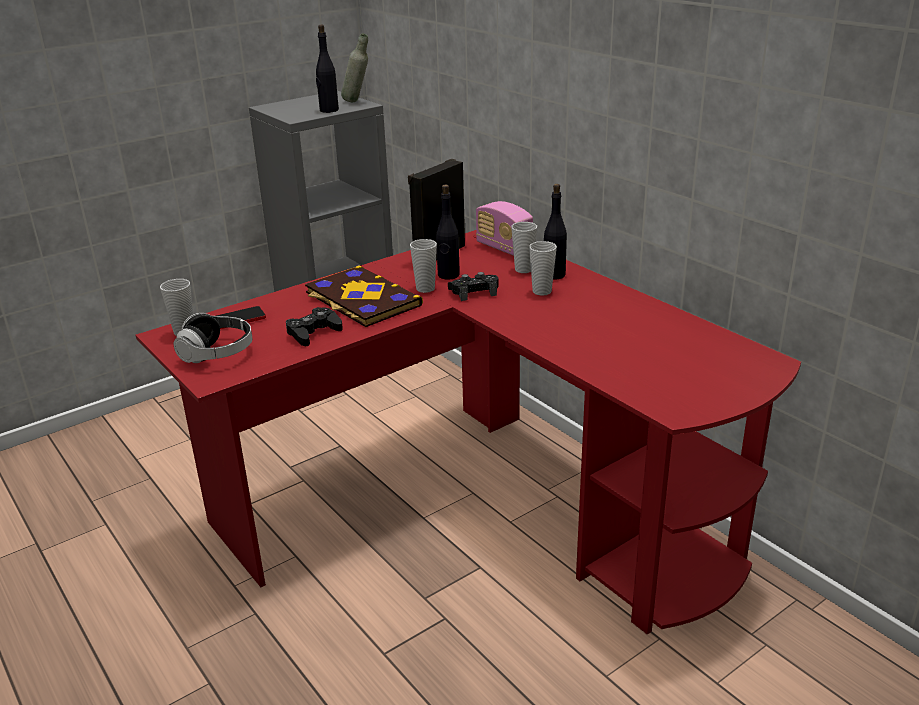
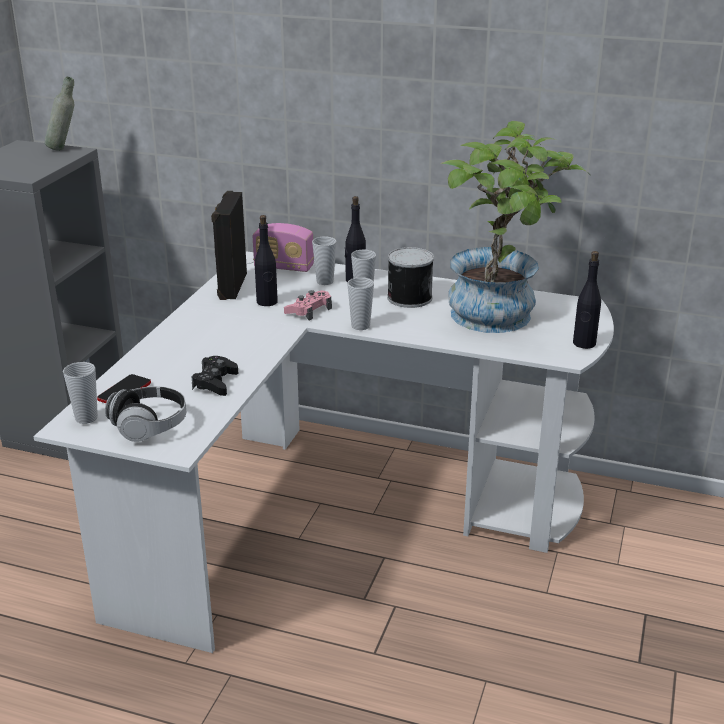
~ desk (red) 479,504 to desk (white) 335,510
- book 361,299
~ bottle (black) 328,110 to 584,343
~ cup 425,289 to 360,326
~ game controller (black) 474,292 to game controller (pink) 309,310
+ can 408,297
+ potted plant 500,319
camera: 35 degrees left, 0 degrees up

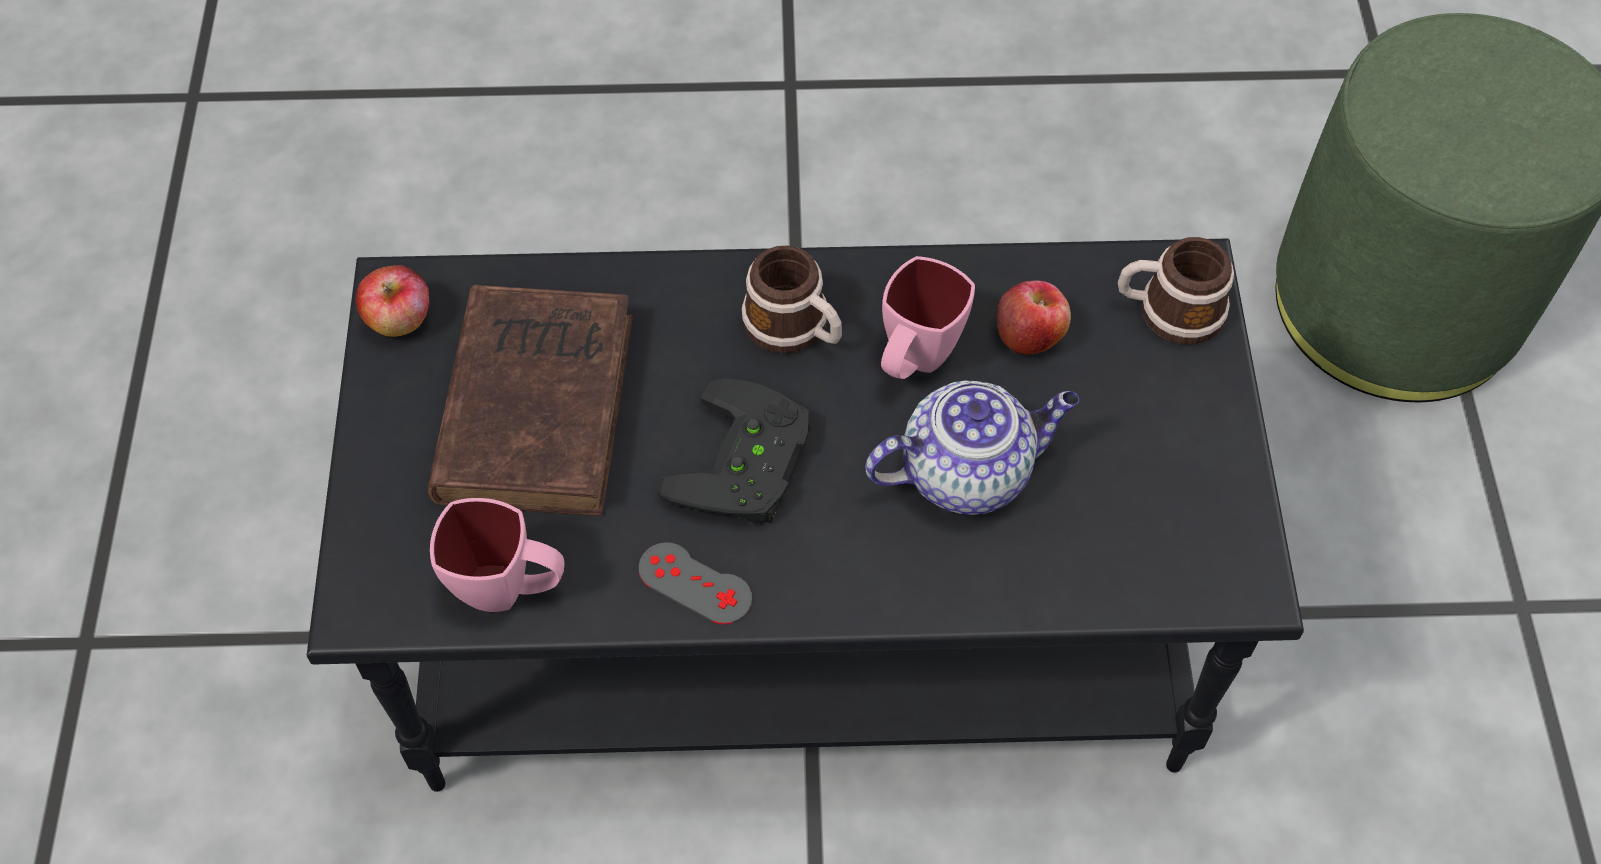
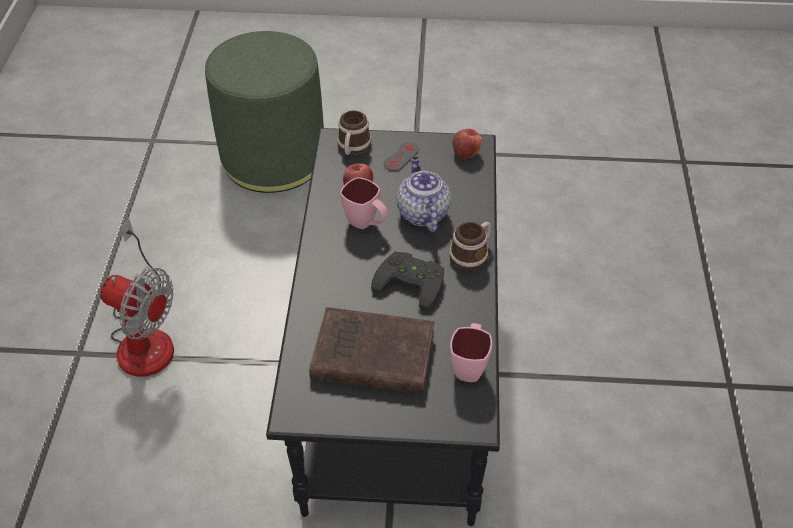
~ apple 400,320 to 466,152
~ game controller (grey) 695,583 to 401,157
~ mug 795,328 to 472,254
+ fan 145,336
camera: 85 degrees left, 10 degrees down

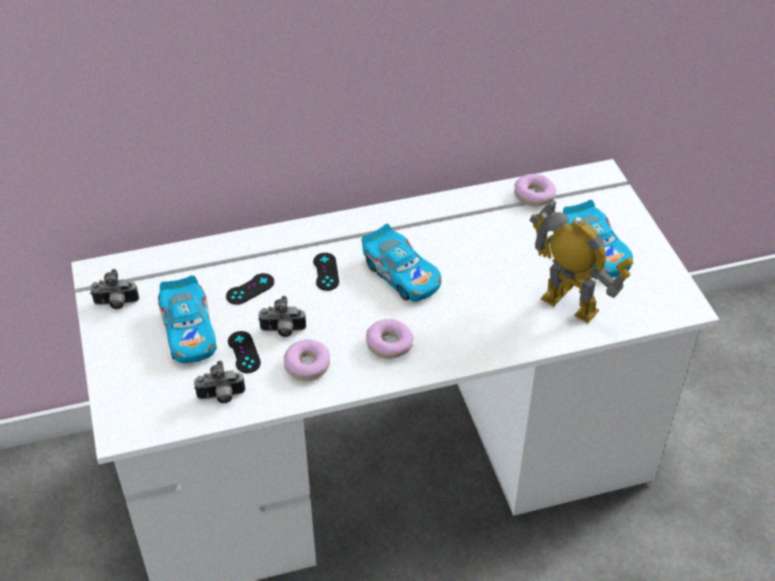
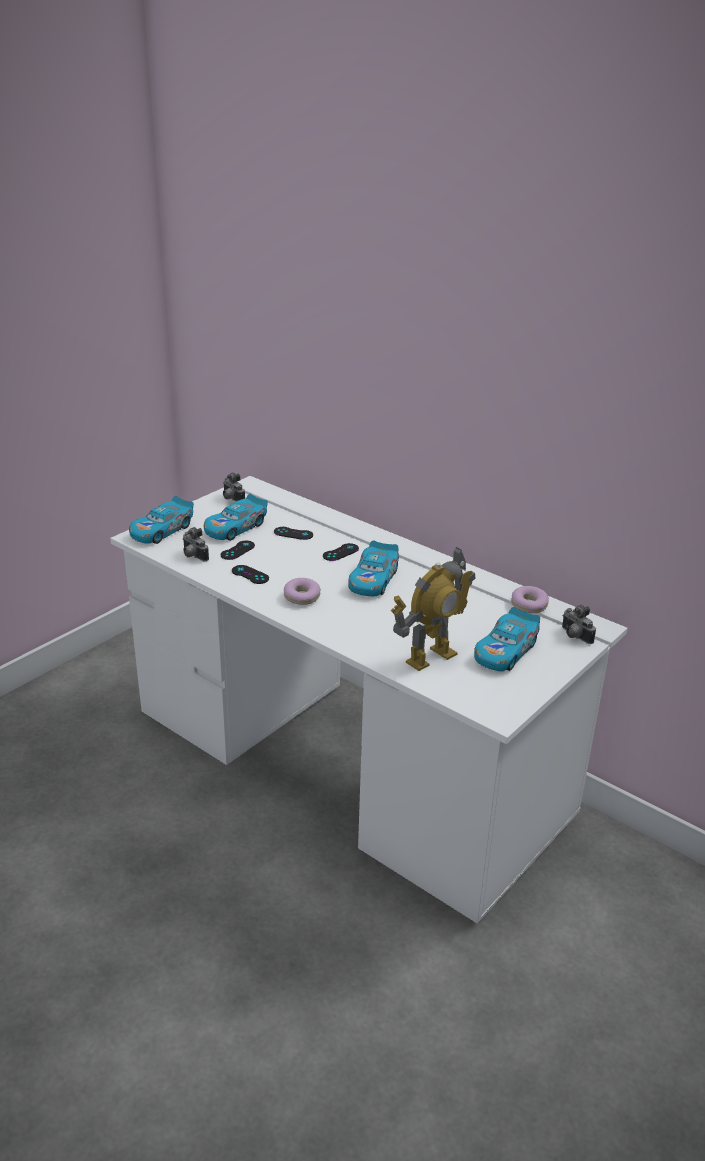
~ photo camera 283,331 to 574,636
~ donut 307,365 to game controller (black) 250,575
~ toy robot 569,304 = 430,657 45 degrees clockwise
+ toy car 161,530
camera: 55 degrees right, 15 degrees down

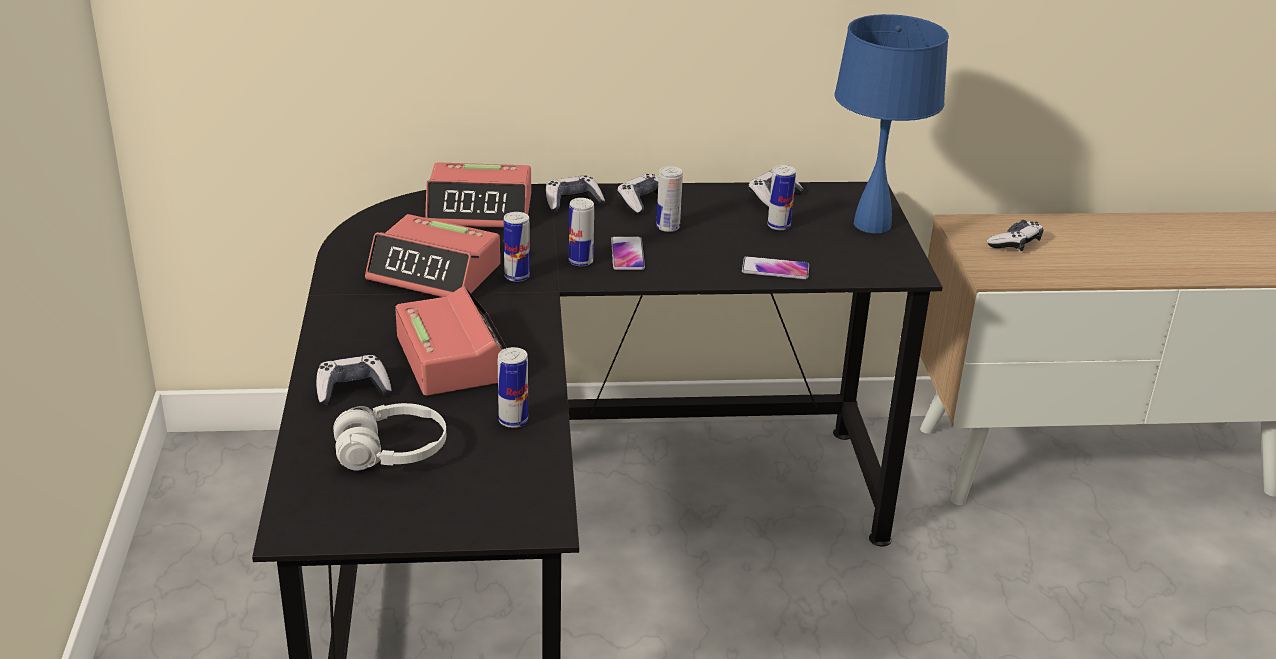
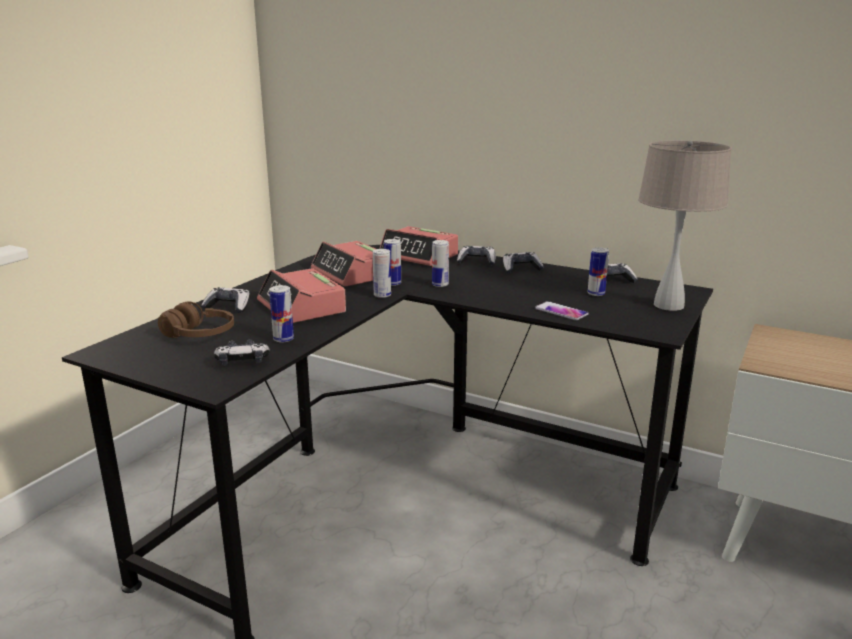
~ headphones (white) 391,452 to headphones (brown) 199,335
~ alarm clock 456,358 = 302,307 135 degrees clockwise
- phone 627,254
~ can 668,227 to 382,295
~ table lamp (blue) 871,224 to table lamp (beige) 668,305
~ game controller 1015,244 to 242,361
camera: 35 degrees right, 10 degrees down

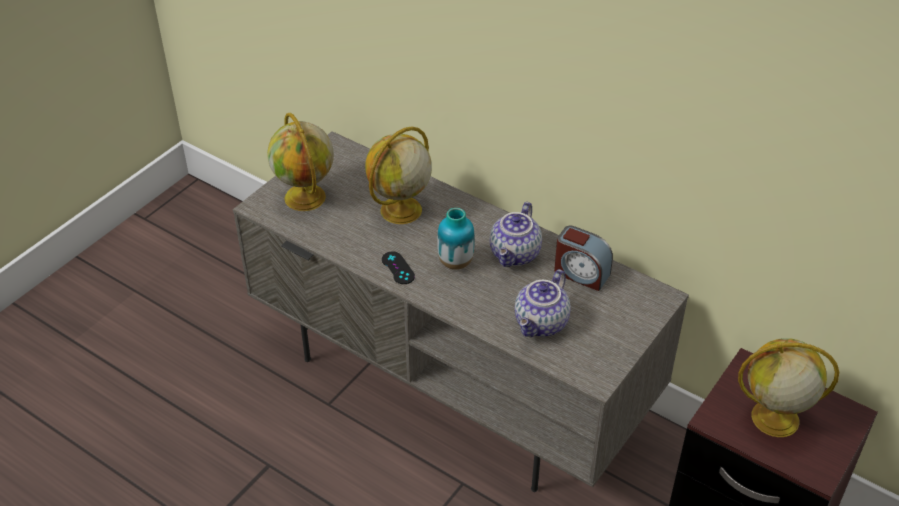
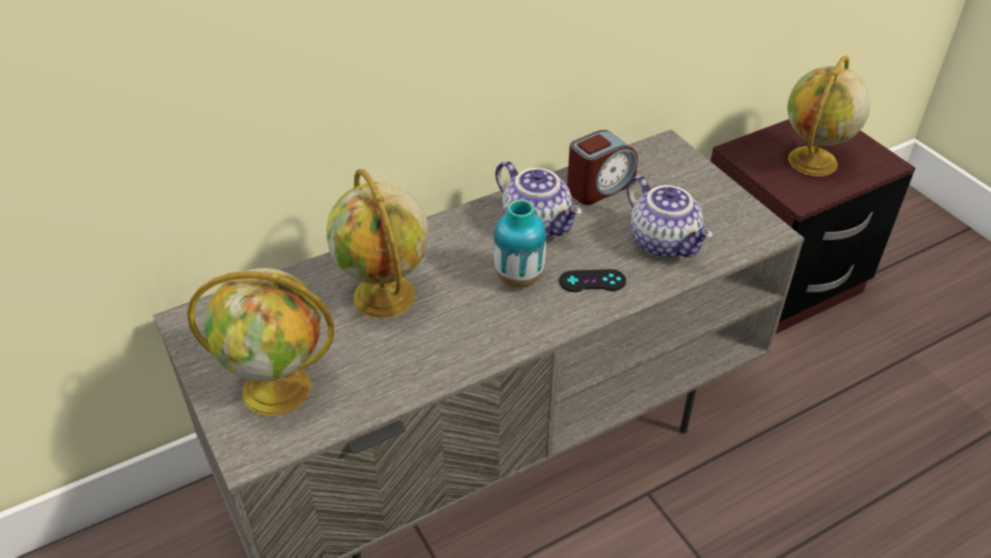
~ game controller (black) 398,268 to 592,281
camera: 65 degrees left, 0 degrees up

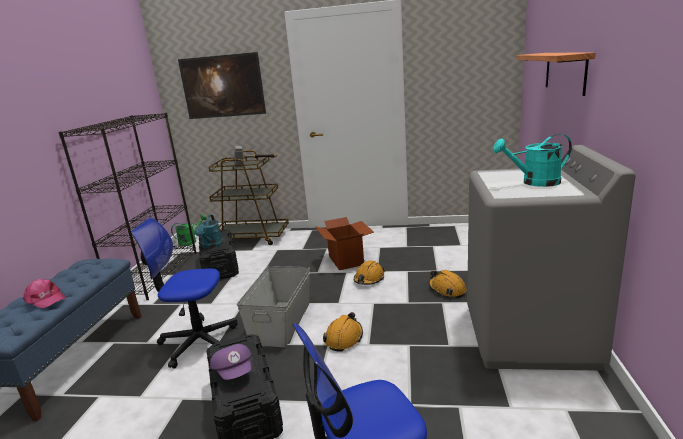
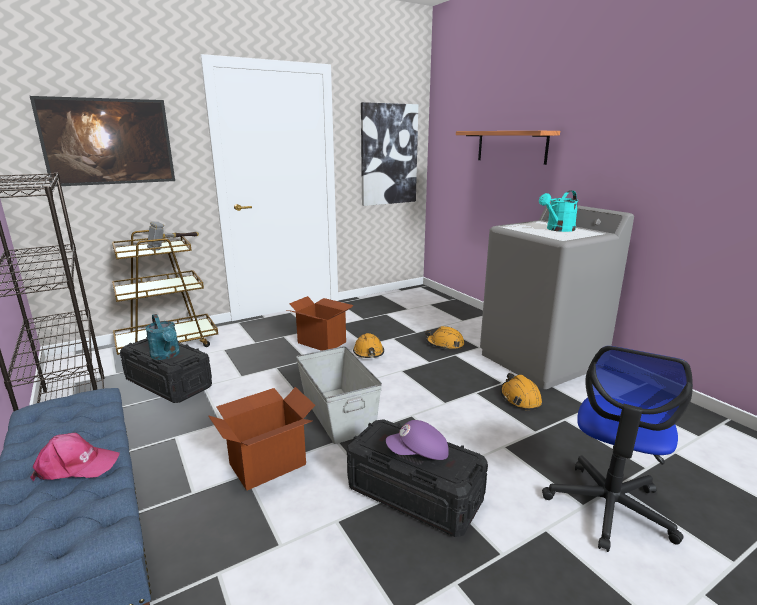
~ office chair 198,341 to cardboard box 267,464
- watering can (green) 190,241
~ cap (purple) 234,371 = 418,454 150 degrees clockwise
~ hard hat (orange) 344,338 to 520,398
+ picture 388,155
camera: 40 degrees left, 0 degrees up

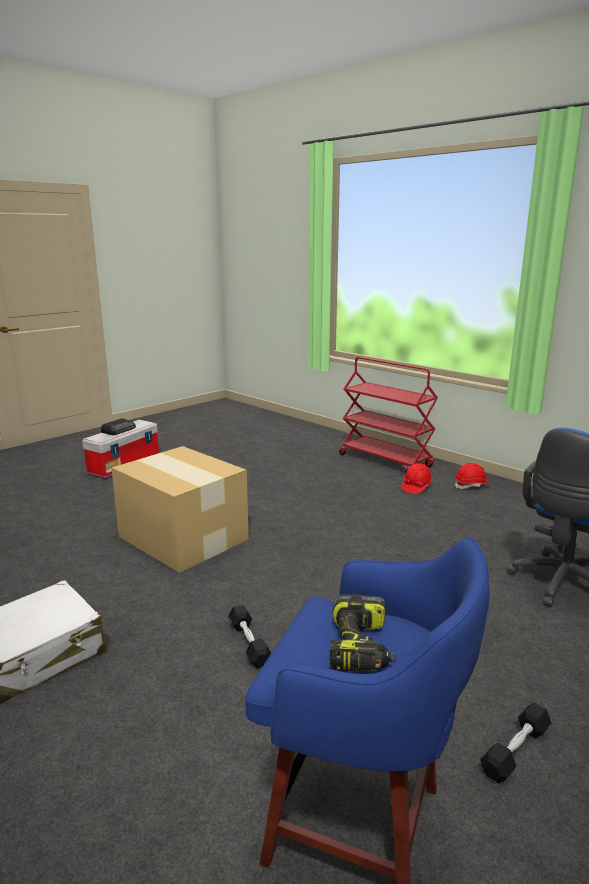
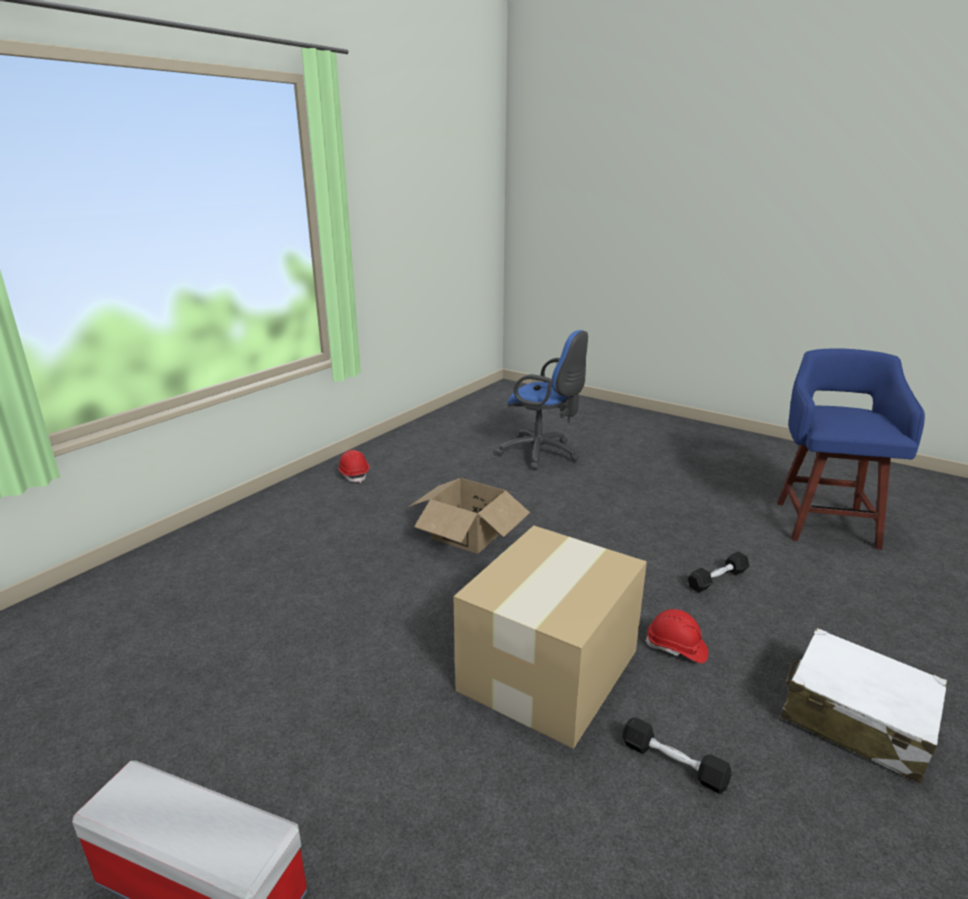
- radio 119,430
- power drill 361,648
- cart (red) 386,460
~ hard hat (red) 416,487 to 676,648
~ dumbbell (black) 515,750 to 673,763
+ cardboard box 468,533
camera: 100 degrees left, 5 degrees up

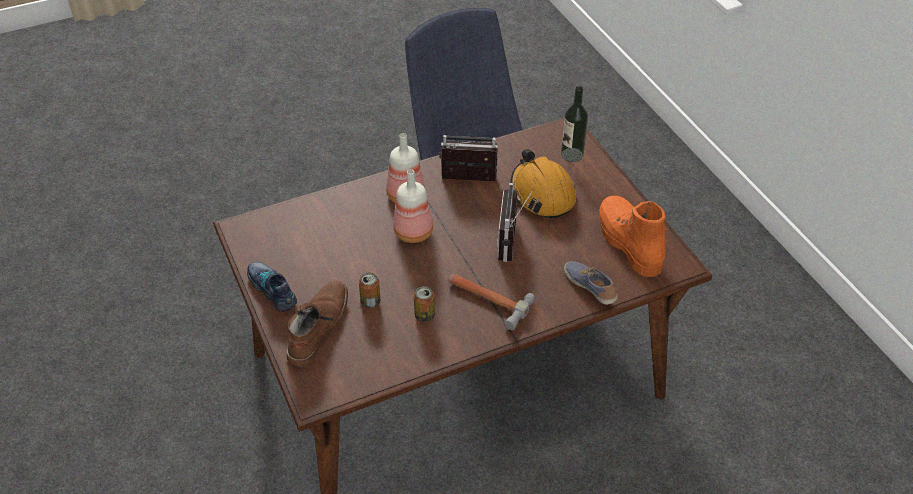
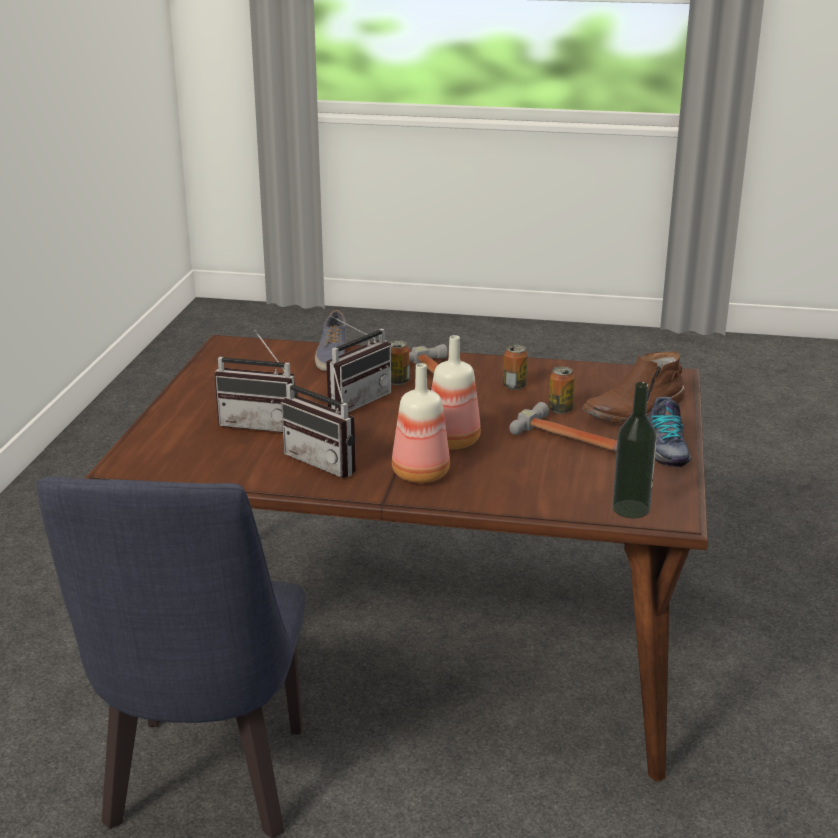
~ hard hat (orange) 542,193 to radio 262,424
~ bottle 572,154 to 631,509
- boot (orange) 628,243
+ can 397,381
+ hammer 570,439
camera: 145 degrees left, 20 degrees down

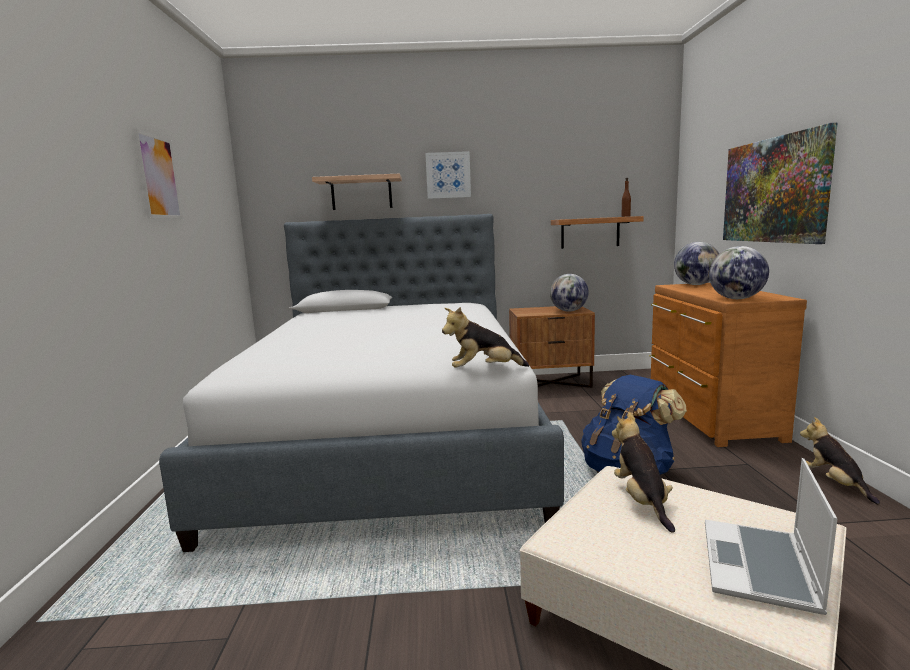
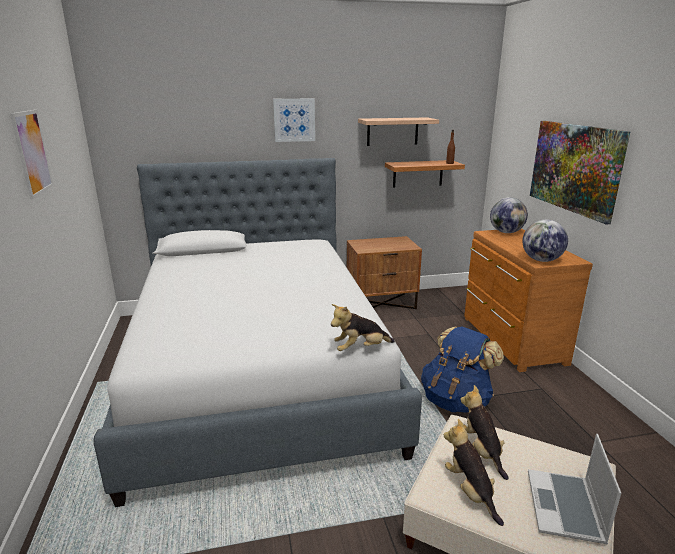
~ shelf 361,193 to 392,131
- globe 569,311
~ plush toy 835,483 to 470,491
camera: 10 degrees left, 10 degrees up

